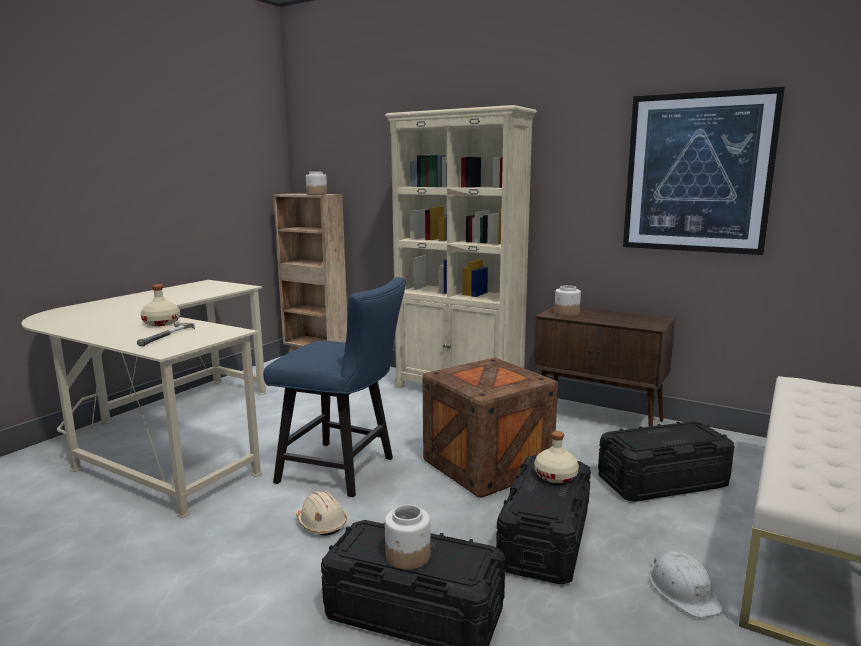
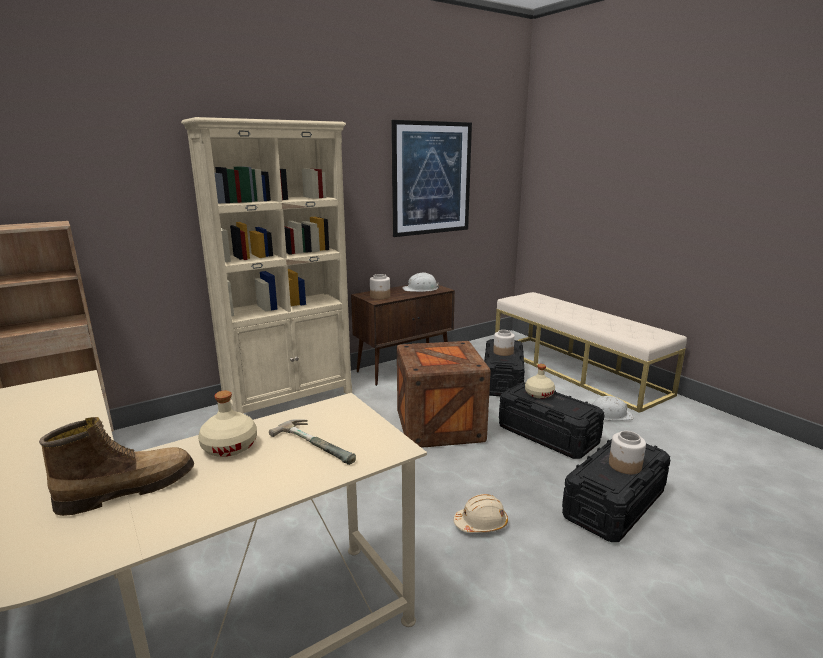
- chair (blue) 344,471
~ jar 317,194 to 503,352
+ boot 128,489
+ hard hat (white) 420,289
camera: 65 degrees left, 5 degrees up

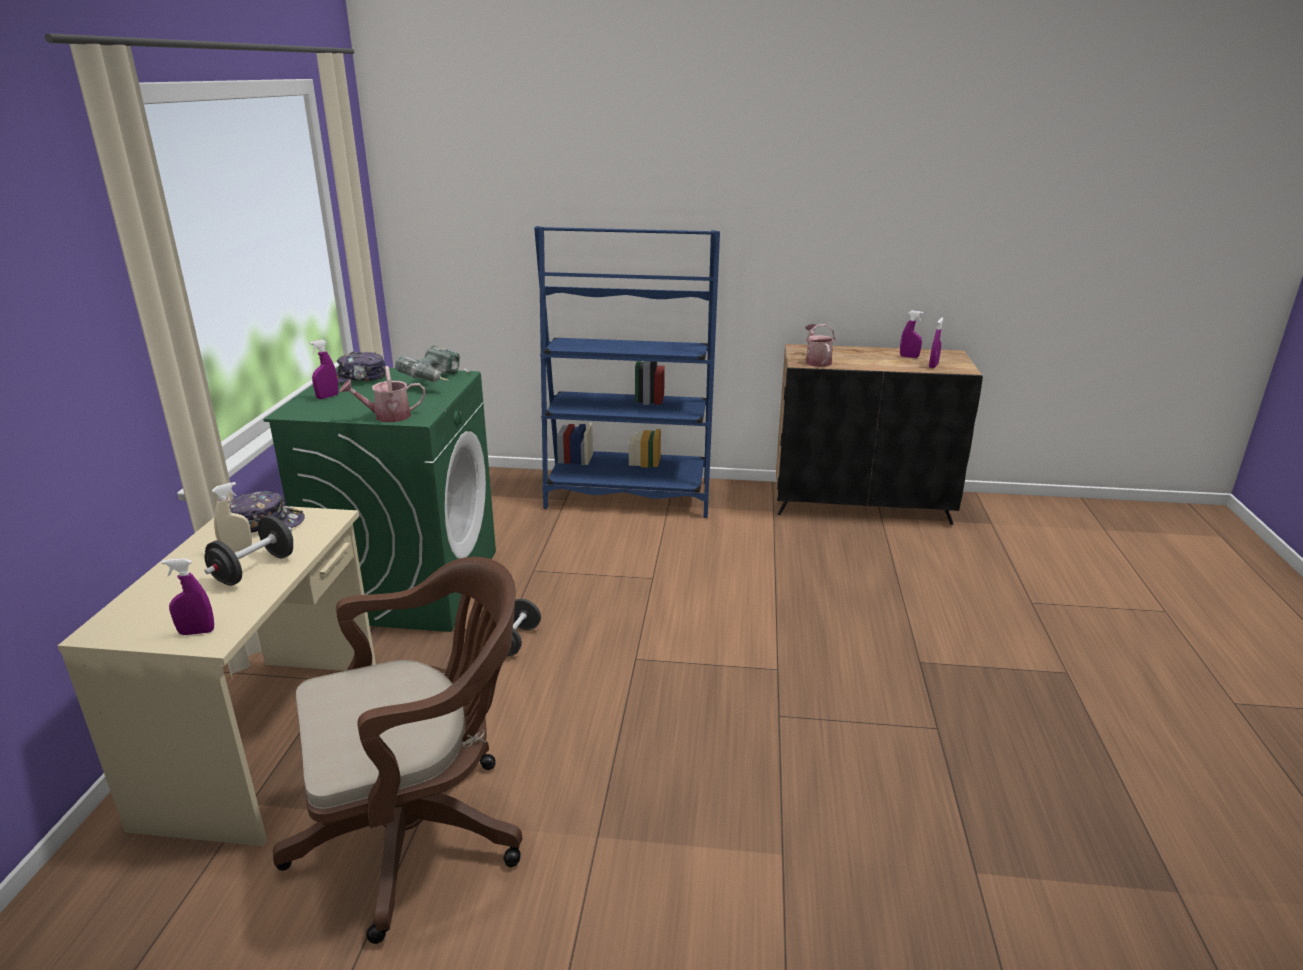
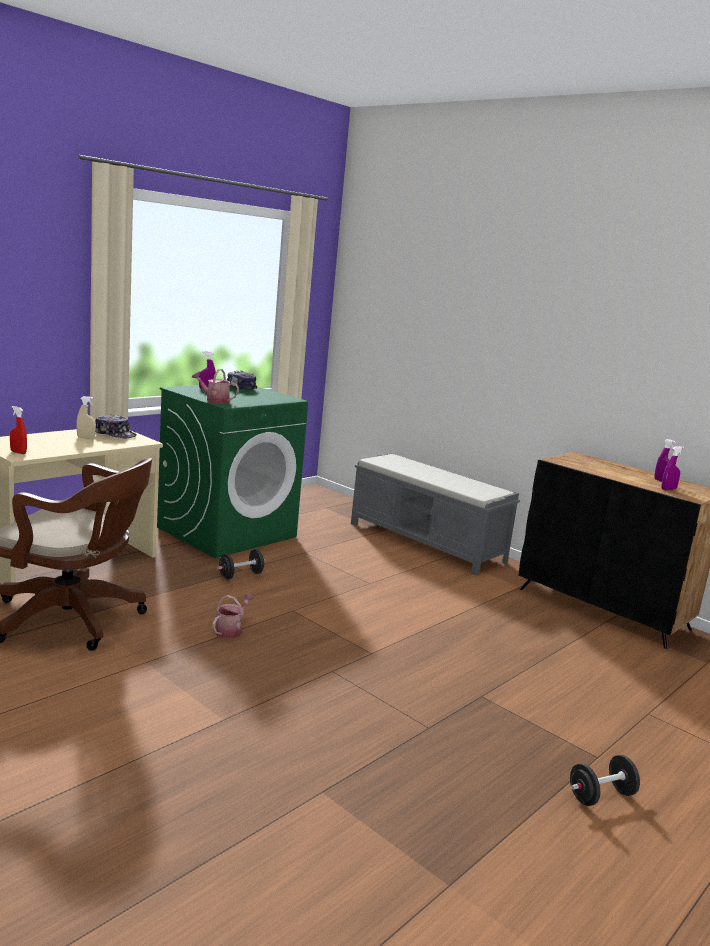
~ spray bottle (purple) 196,632 to spray bottle (red) 18,452
~ dumbbell (black) 254,569 to 601,796
- power drill 437,381
~ bookcase (blue) 628,495 to bench (grey) 427,543
~ watering can 817,361 to 231,630
camera: 35 degrees right, 10 degrees down

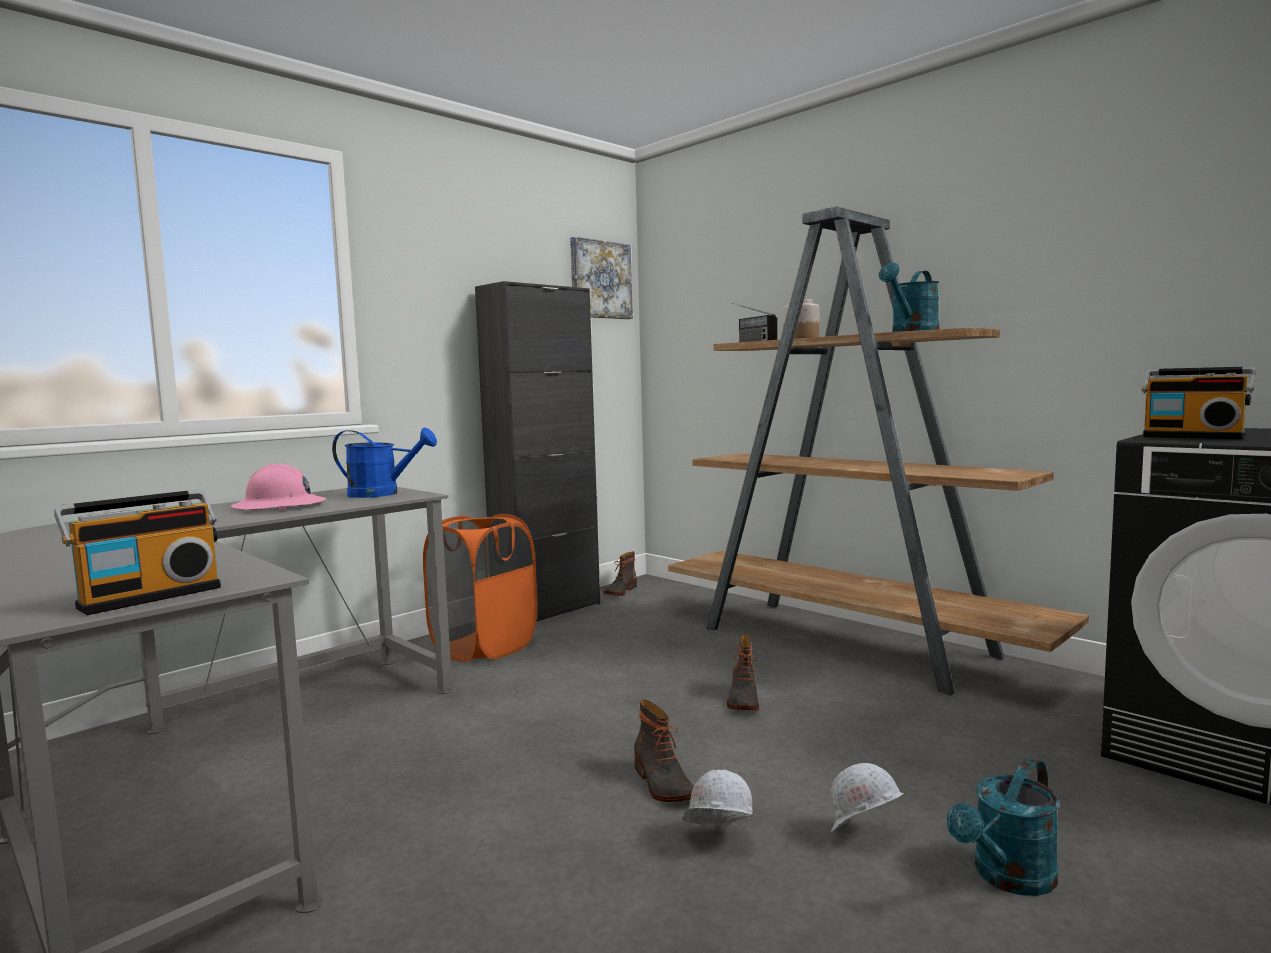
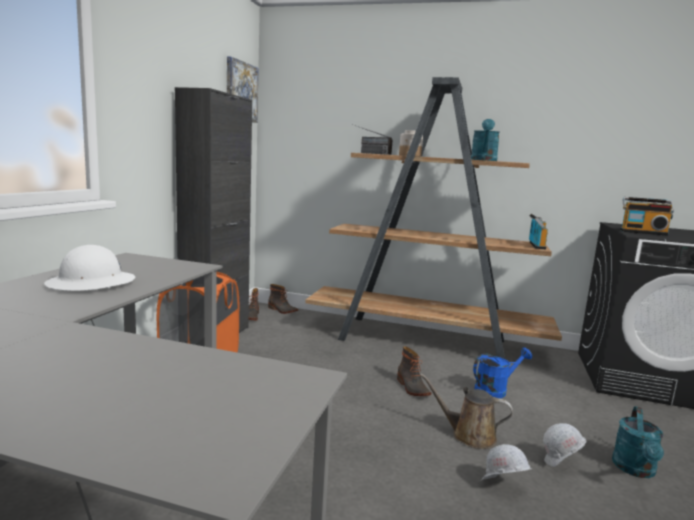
~ radio 149,596 to 535,245
~ hard hat (pink) 279,506 to hard hat (white) 92,283
~ watering can (blue) 382,494 to 495,390
~ boot 662,784 to 282,310
+ watering can (brown) 469,435
camera: 30 degrees left, 5 degrees up

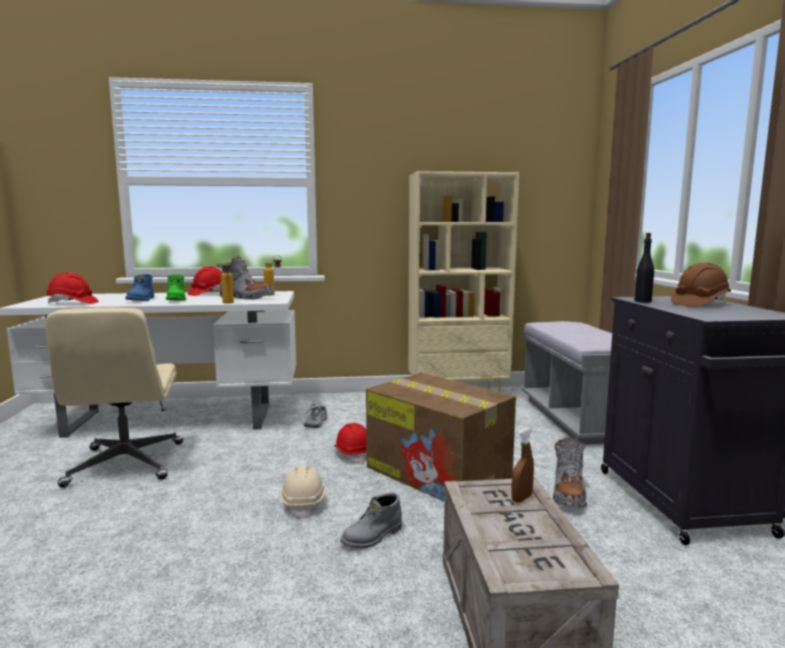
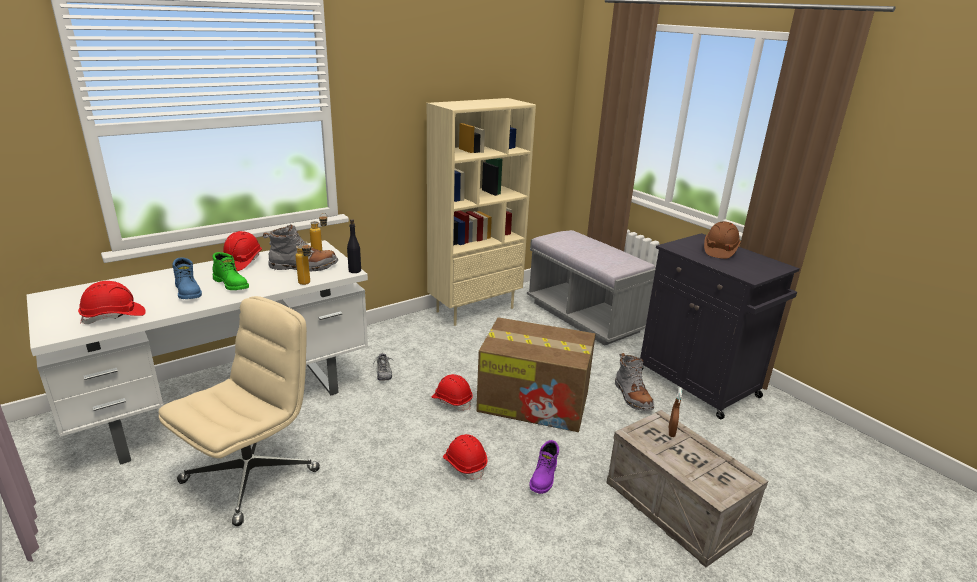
~ office chair (beige) 126,464 = 252,475 105 degrees counterclockwise
~ hard hat (beige) 303,503 to hard hat (red) 465,464
~ boot (grey) 373,537 to boot (purple) 544,477
~ bottle (black) 643,301 to 355,270
camera: 30 degrees left, 15 degrees up

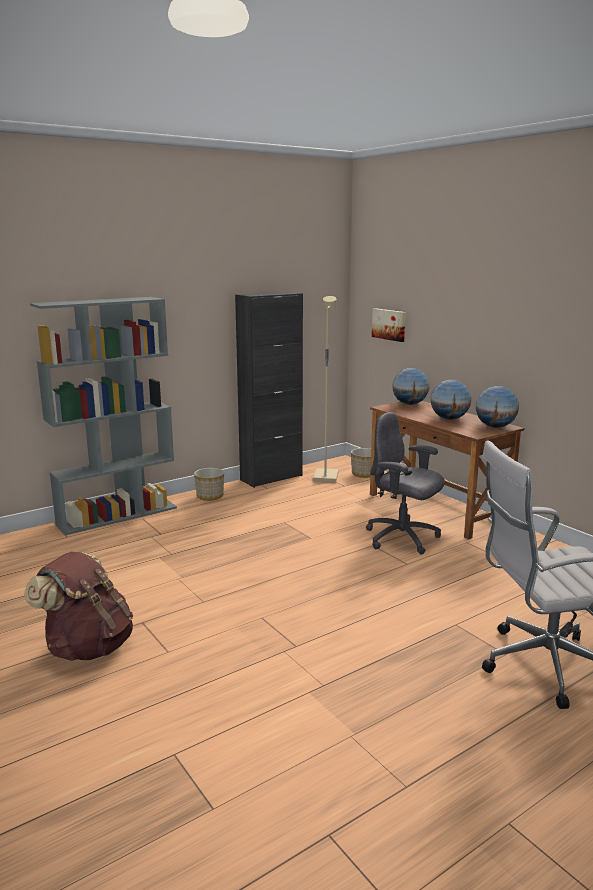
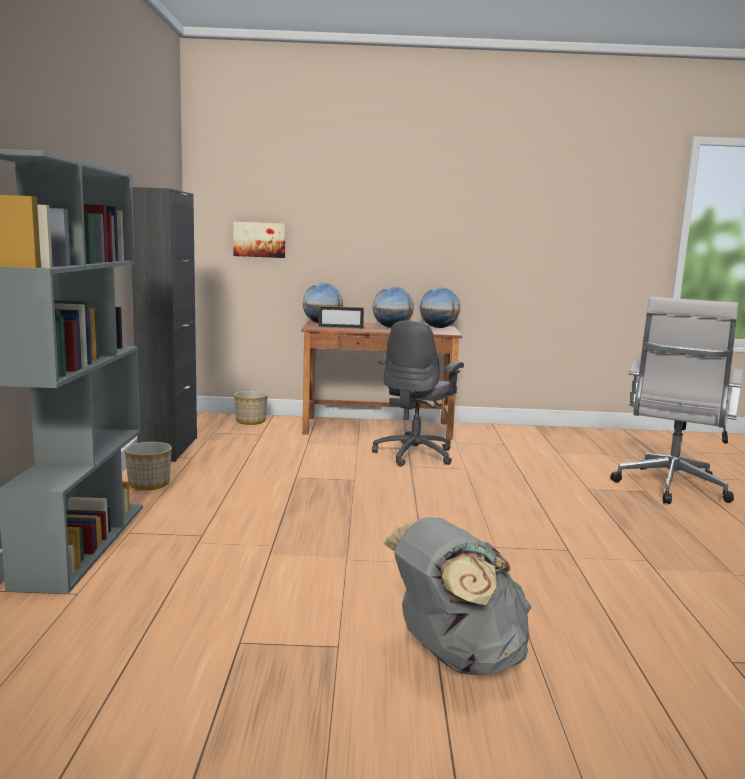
~ backpack (brown) 88,647 to backpack (grey) 455,657
- floor lamp (beige) 325,477
~ office chair (grey) 402,538 = 415,454 45 degrees counterclockwise
+ picture frame 340,327
camera: 55 degrees left, 5 degrees down

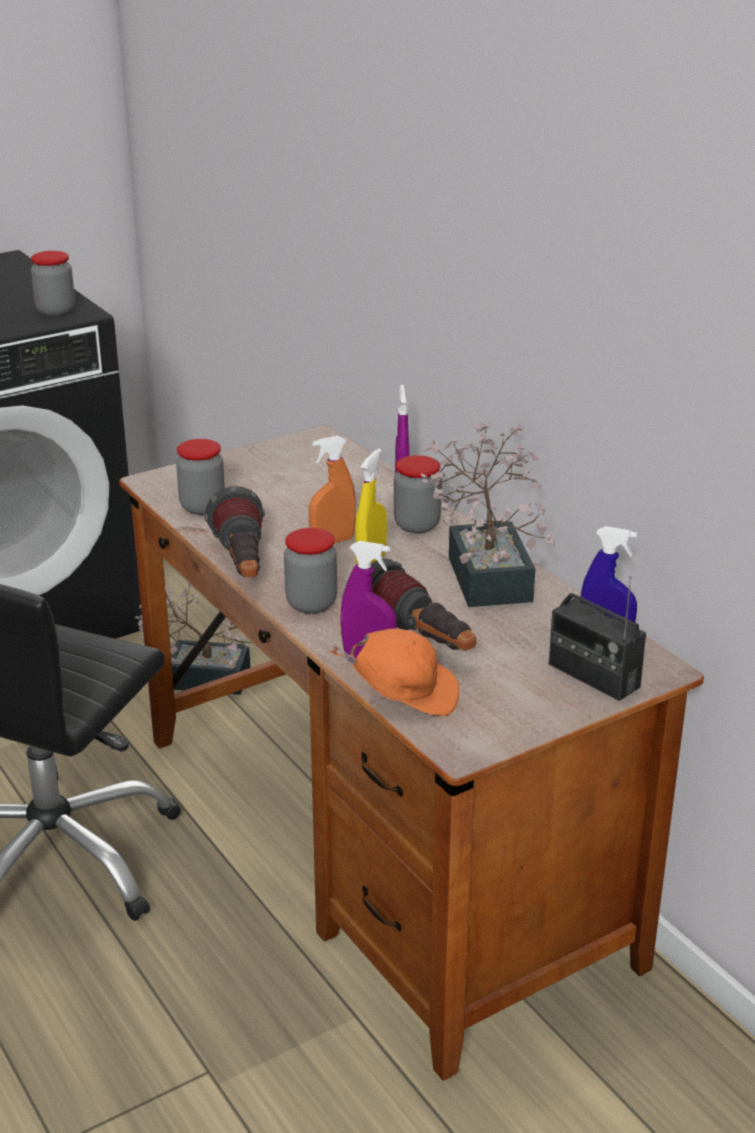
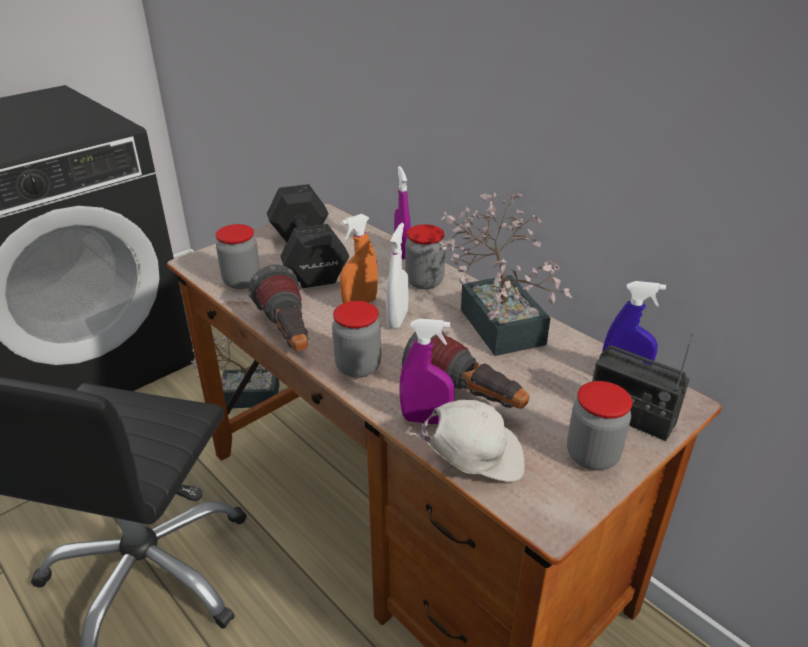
~ jar 56,311 to 592,456
~ cap (orange) 404,696 to cap (white) 472,460
~ spray bottle (yellow) 371,561 to spray bottle (white) 397,319
+ dumbbell (black) 307,259
camera: 10 degrees left, 5 degrees up

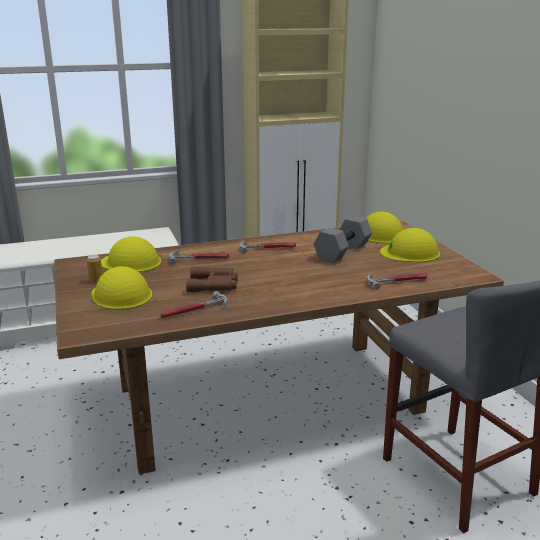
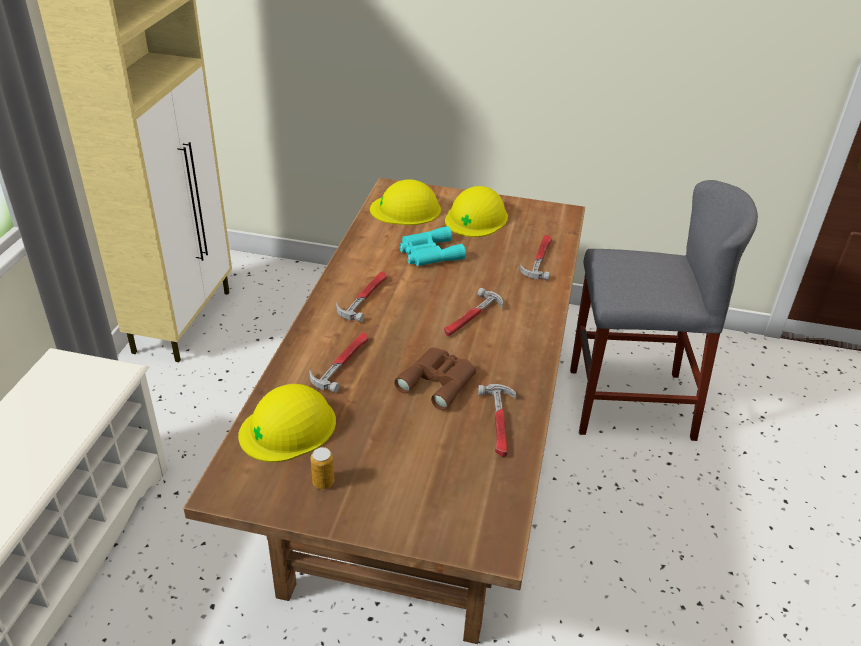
- hard hat (yellow) 121,294
~ dumbbell (grey) 342,251 to binoculars (turquoise) 428,253
+ hammer 472,317
camera: 60 degrees left, 15 degrees up

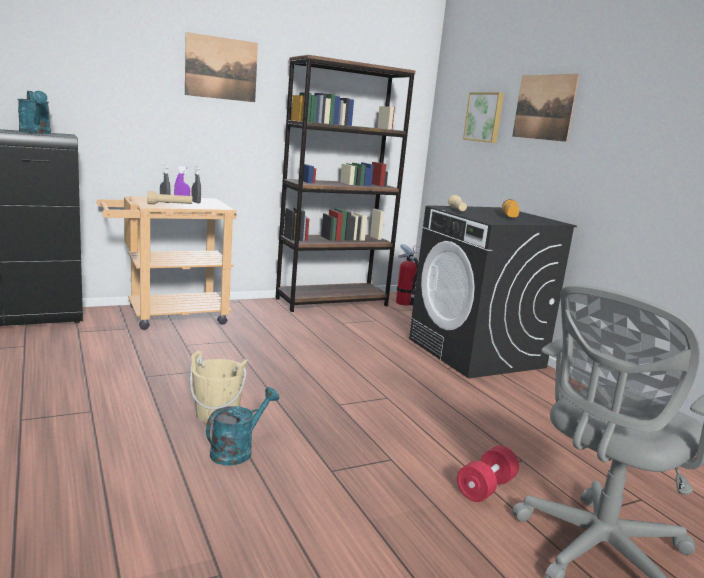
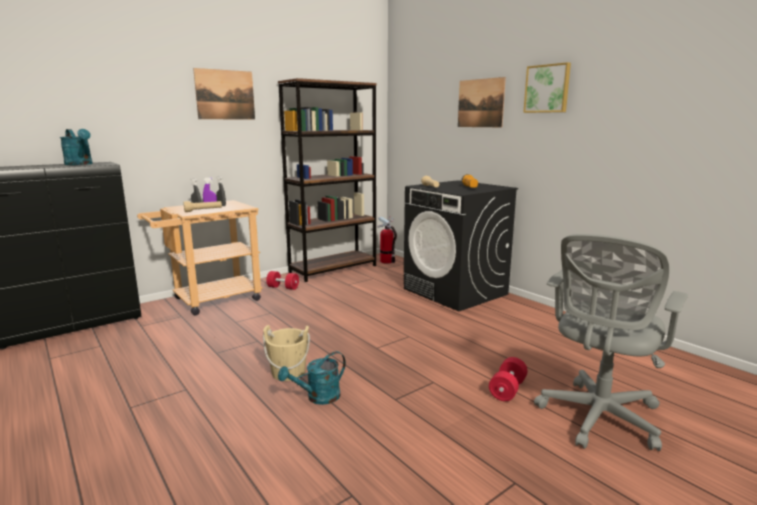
~ watering can (turquoise) 237,450 = 318,398 150 degrees counterclockwise
~ picture 484,117 to 547,88
+ dumbbell (red) 283,287
camera: 10 degrees left, 0 degrees up

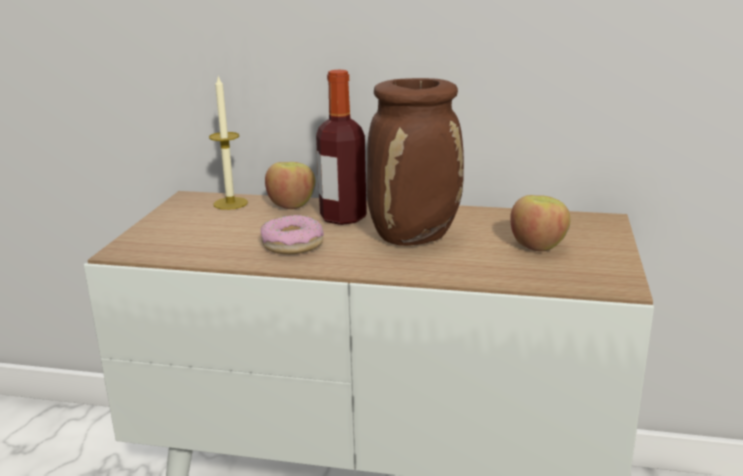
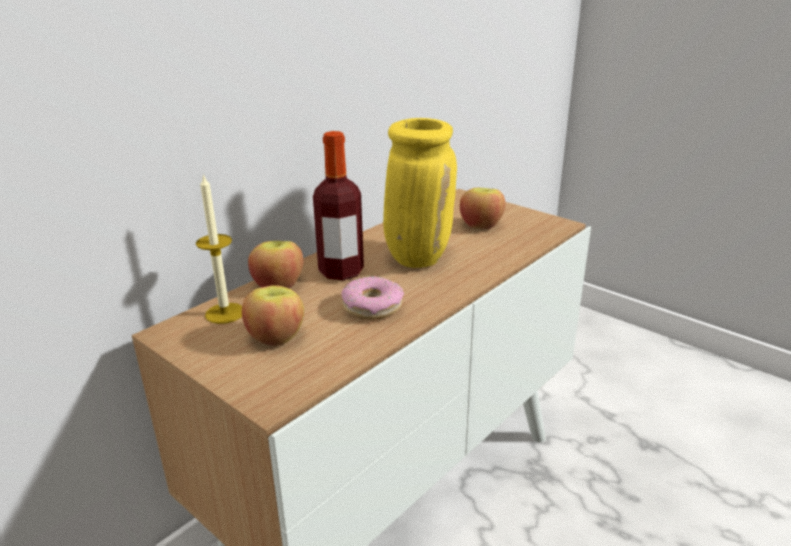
~ vase (brown) 415,237 to vase (yellow) 417,256
+ apple 276,337
camera: 60 degrees left, 5 degrees up

